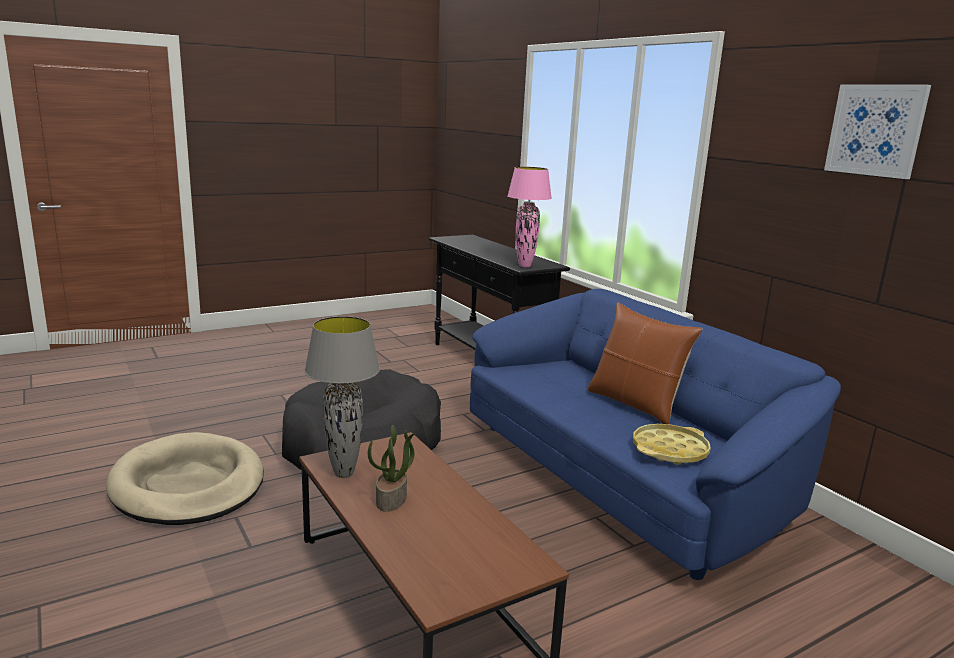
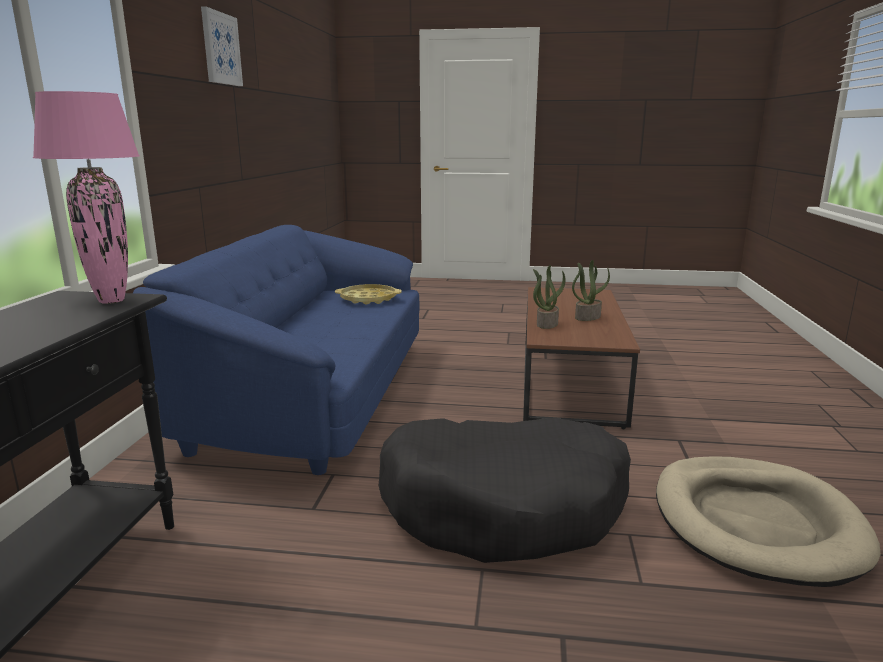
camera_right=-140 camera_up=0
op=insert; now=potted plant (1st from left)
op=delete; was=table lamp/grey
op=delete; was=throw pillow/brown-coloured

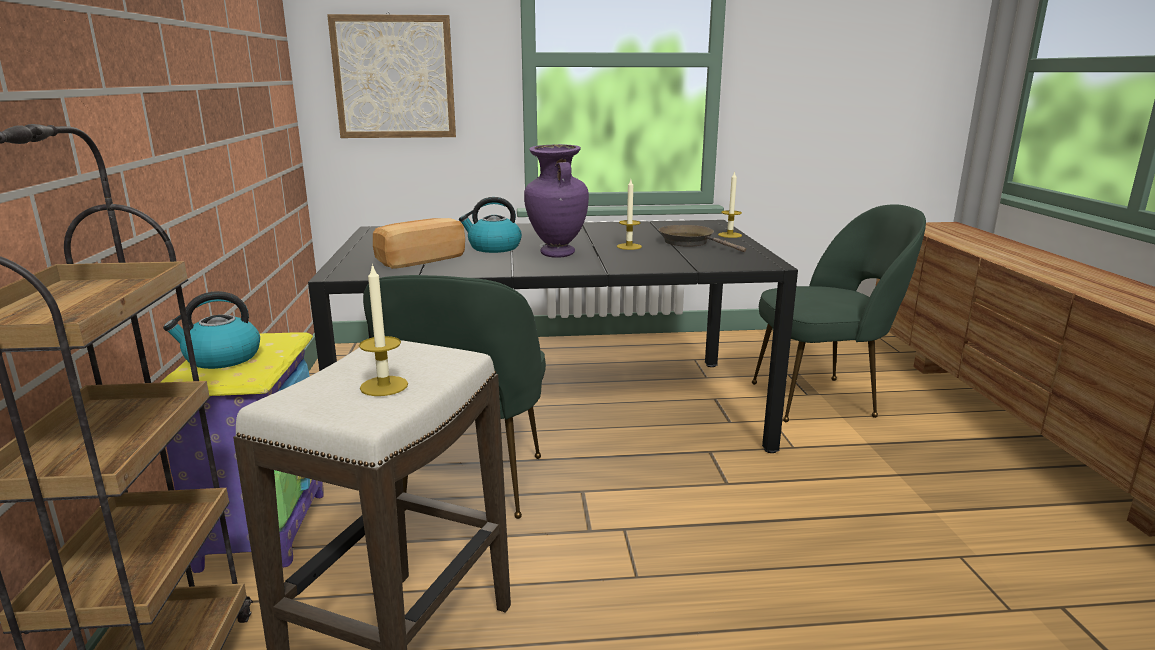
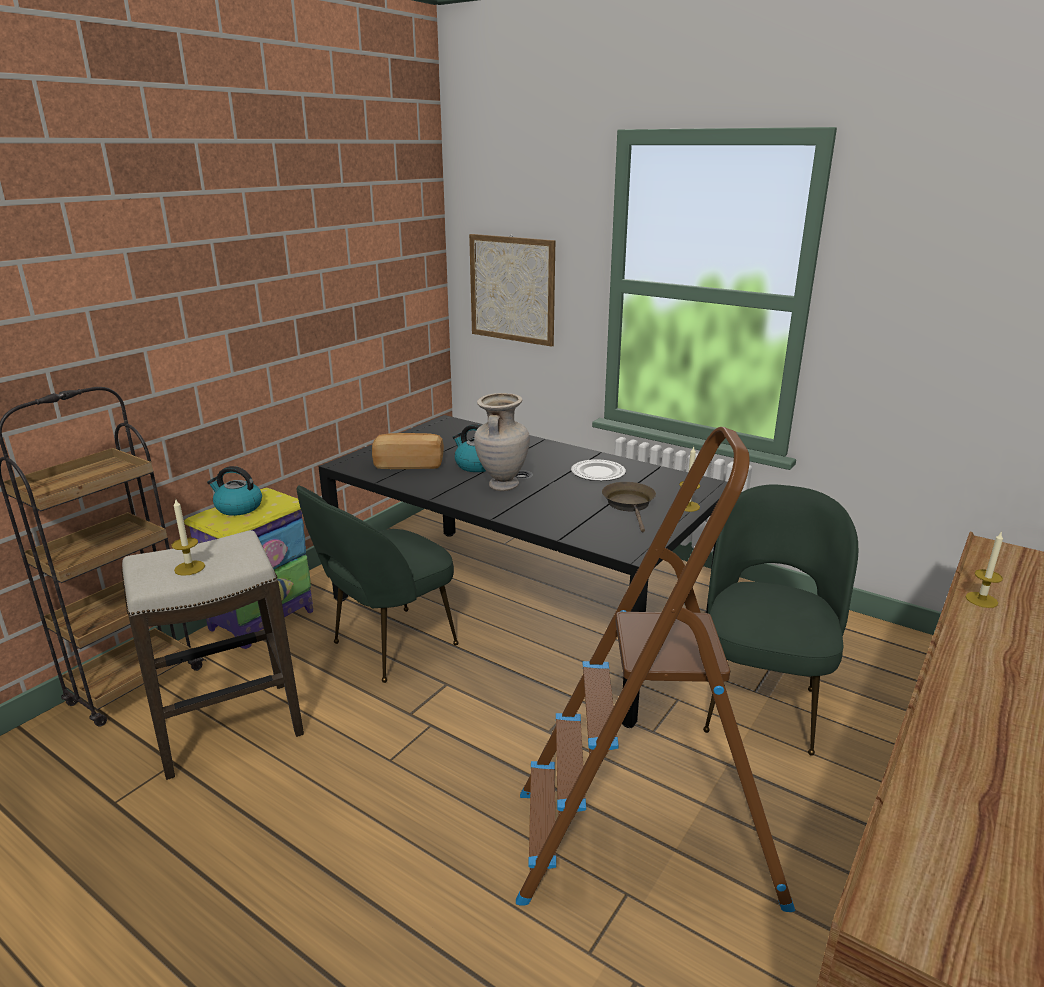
camera_right=40 camera_up=5
op=recolor; was=flower vase/purple-coloured; now=flower vase/sand-coloured
op=insert; now=step ladder/brown-coloured
op=insert; now=plate
op=rotate; was=upright chair/green (2nd from left); clockwise=-105
op=move; was=wax light (2nd from left in the first image); now=wax light (3rd from left)

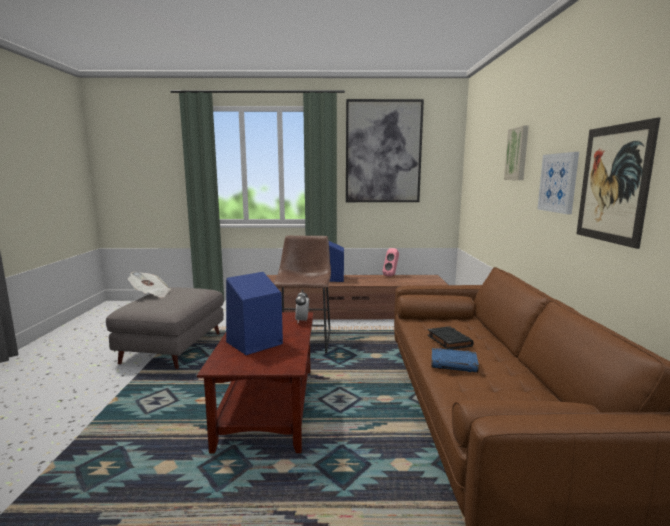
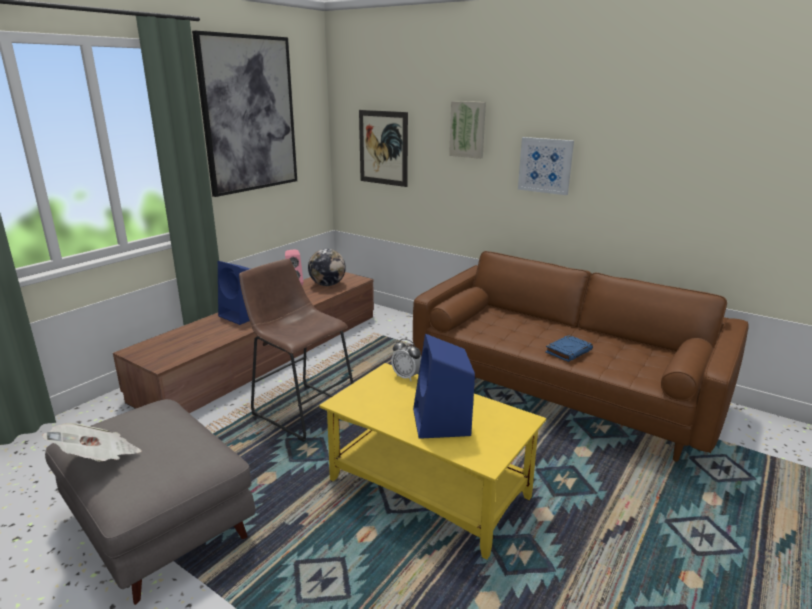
camera_right=-55 camera_up=10
op=insert; now=desk globe
op=recolor; was=low table/brown-coloured; now=low table/yellow-coloured
op=move; was=picture (4th from left in the first image); now=picture (2nd from left)
op=delete; was=book/black

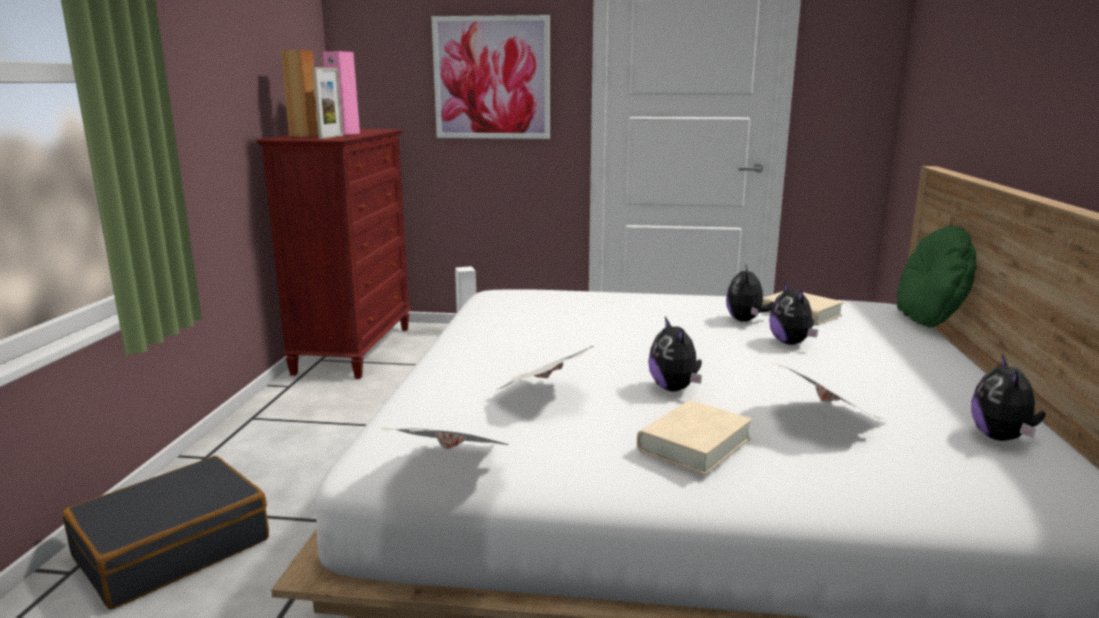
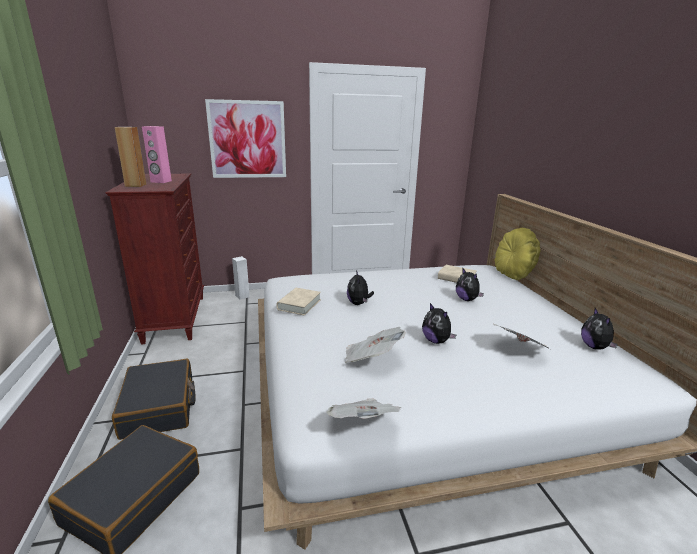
camera_right=-20 camera_up=5
op=insert; now=travel case/black (2nd from left)
op=move; was=book/sand-coloured (1st from left)
op=move; was=plush toy (2nd from left in the first image); now=plush toy (1st from left)
op=recolor; was=throw pillow/green; now=throw pillow/yellow-coloured
op=delete; was=picture frame

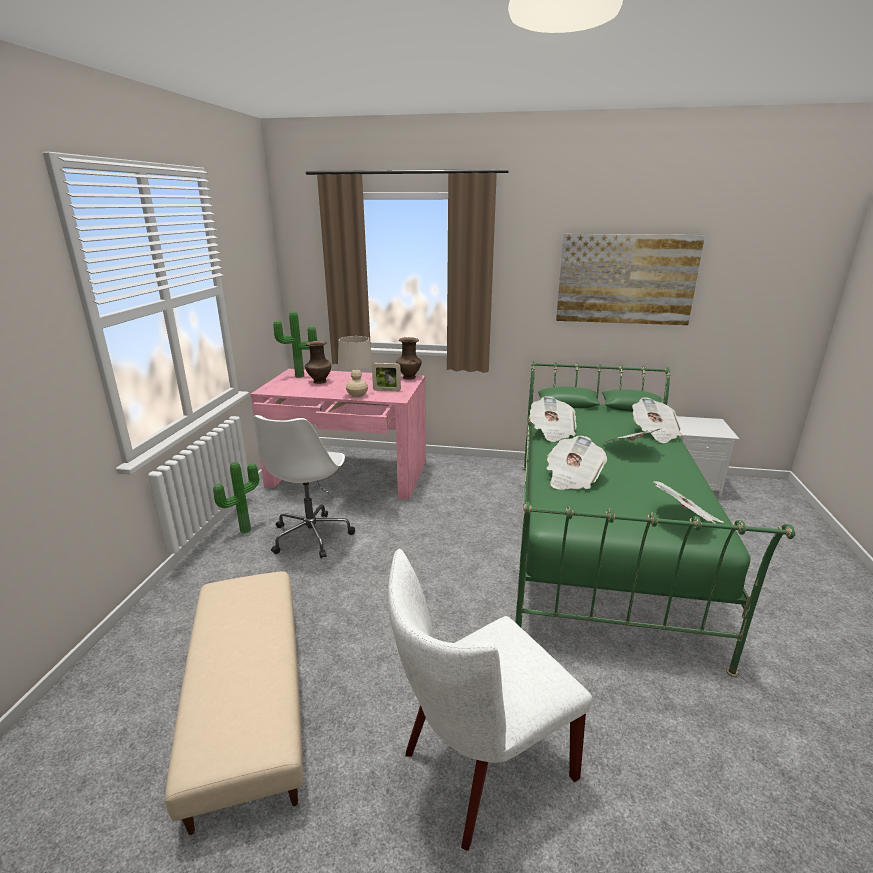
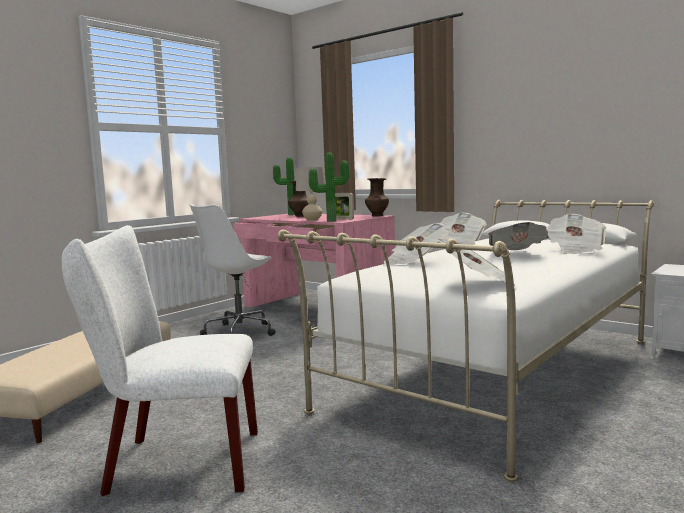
camera_right=30 camera_up=-15
op=recolor; was=bed/green; now=bed/white-coloured
op=move; was=potted plant (1st from left in the first image); now=potted plant (2nd from left)
op=delete; was=picture

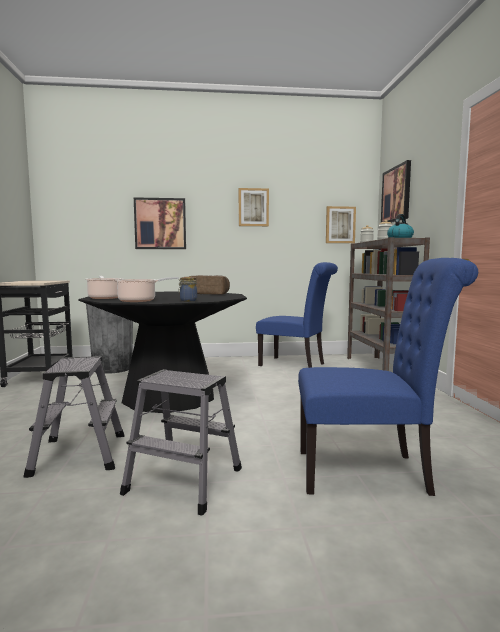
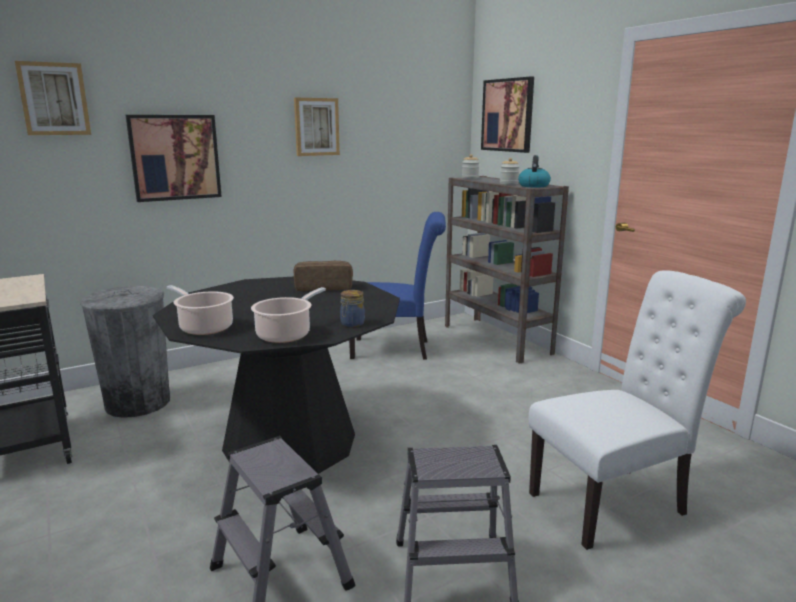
camera_right=-25 camera_up=10
op=move; was=picture (3rd from left in the first image); now=picture (1st from left)
op=recolor; was=upright chair/bluish (2nd from left); now=upright chair/white-coloured

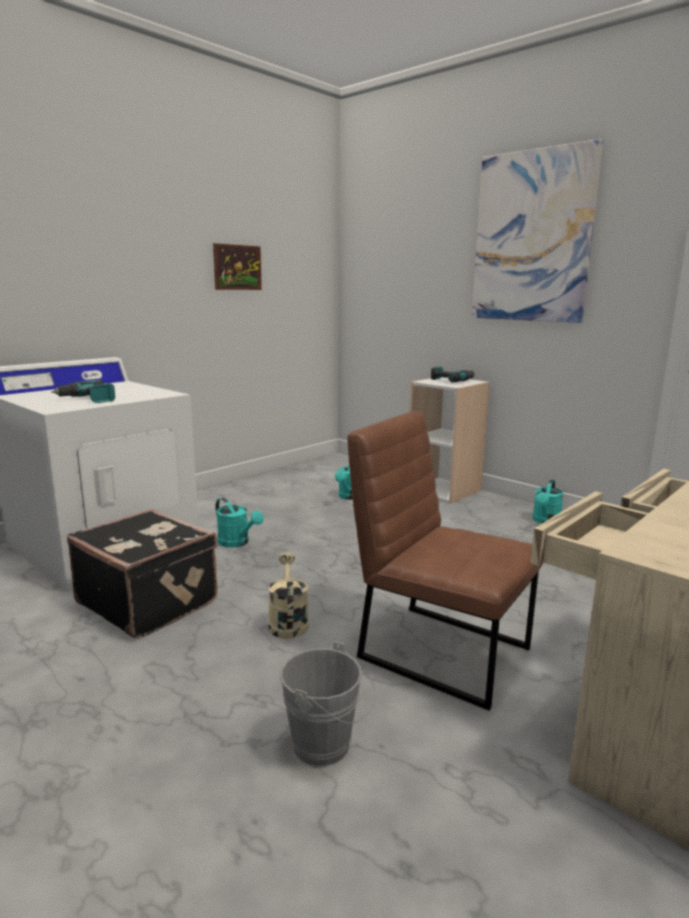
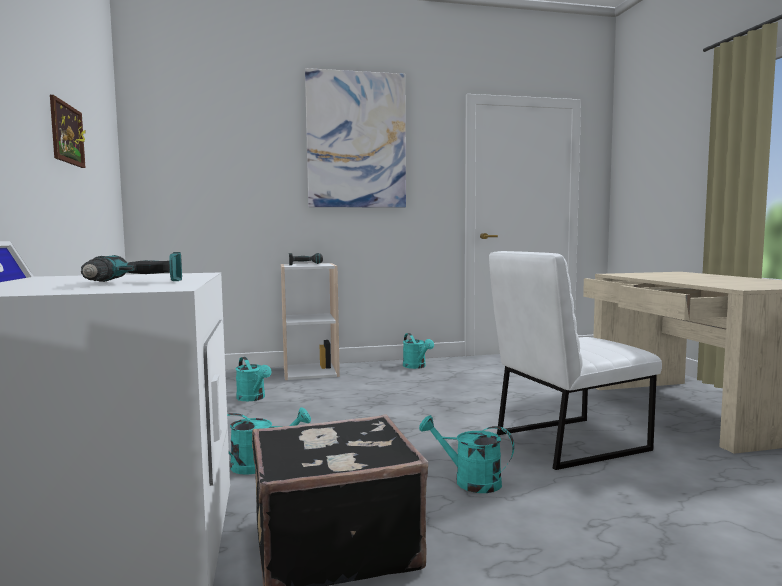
camera_right=-55 camera_up=-10
op=recolor; was=sprinkling can/sand-coloured; now=sprinkling can/turquoise-coloured (4th from left)
op=recolor; was=upright chair/brown-coloured; now=upright chair/white-coloured
op=delete; was=bucket/grey

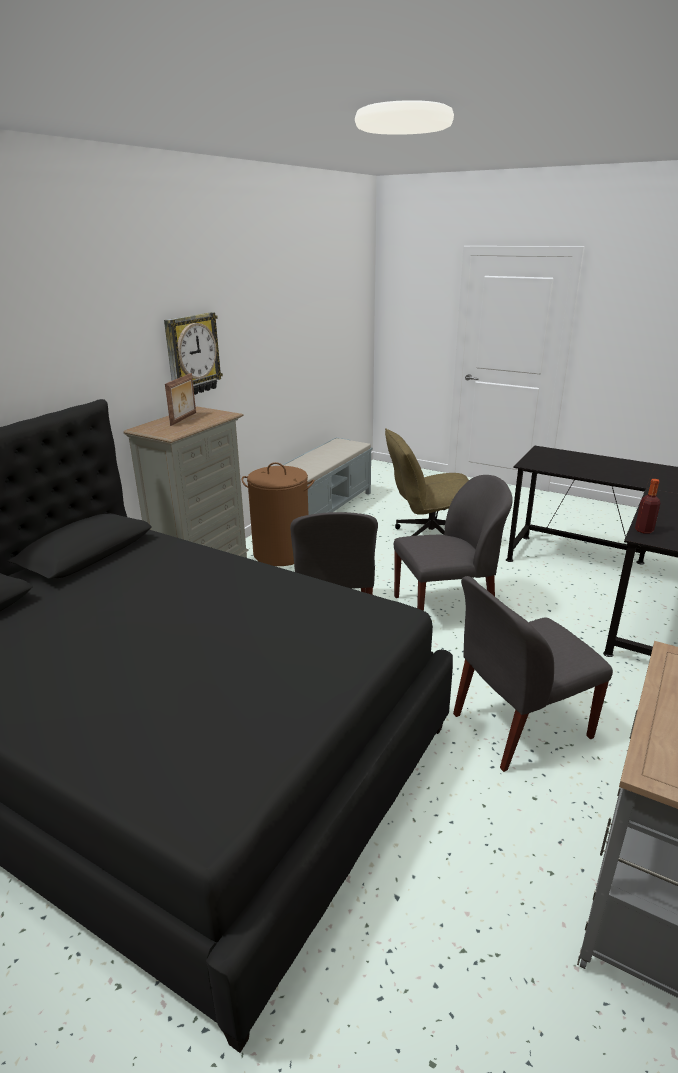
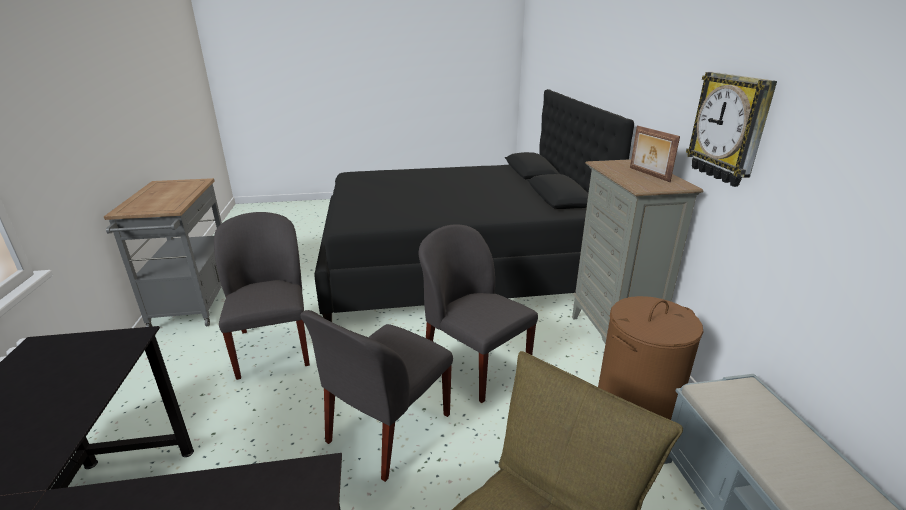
camera_right=140 camera_up=0
op=rotate; was=upright chair/grey (3rd from left in the first image); clockwise=-45
op=delete; was=bottle

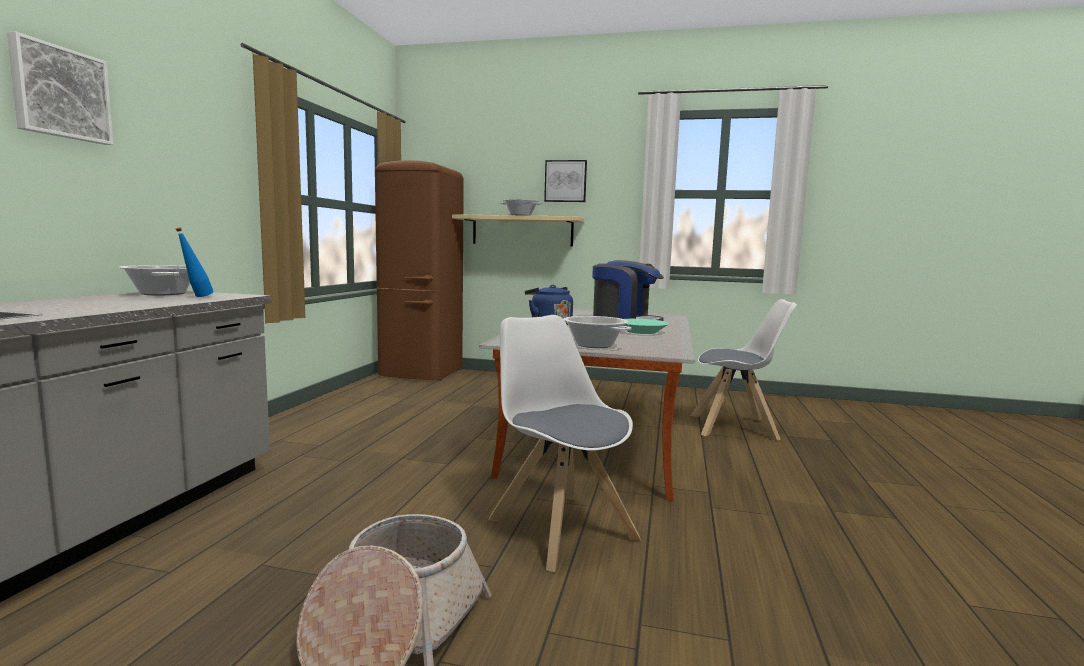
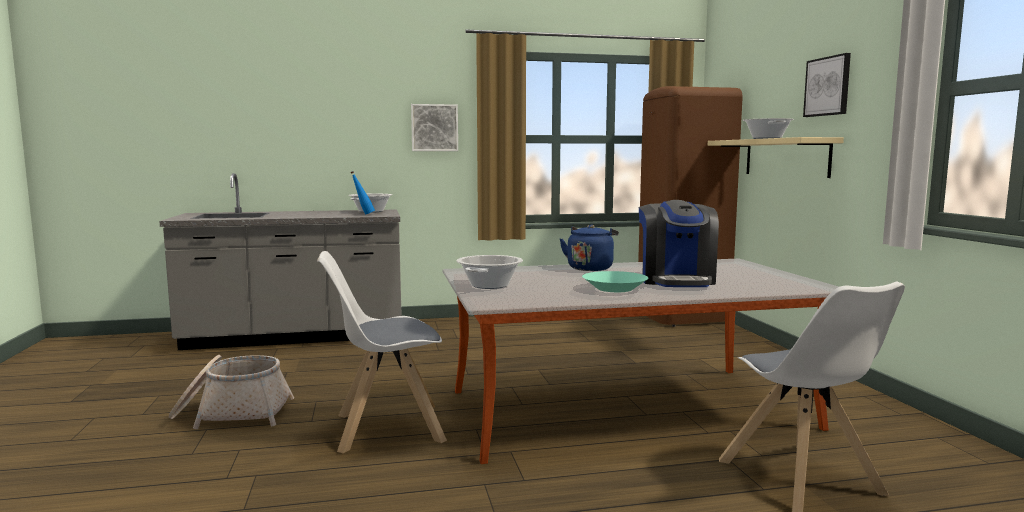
camera_right=65 camera_up=0
op=rotate; was=upright chair (1st from left); clockwise=-135
op=move; was=picture (1st from left)

